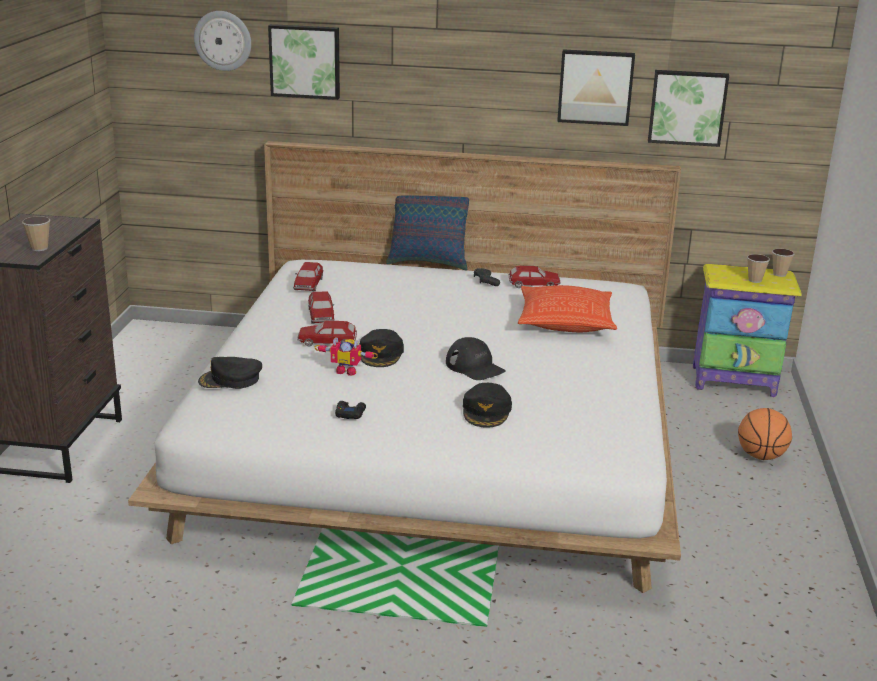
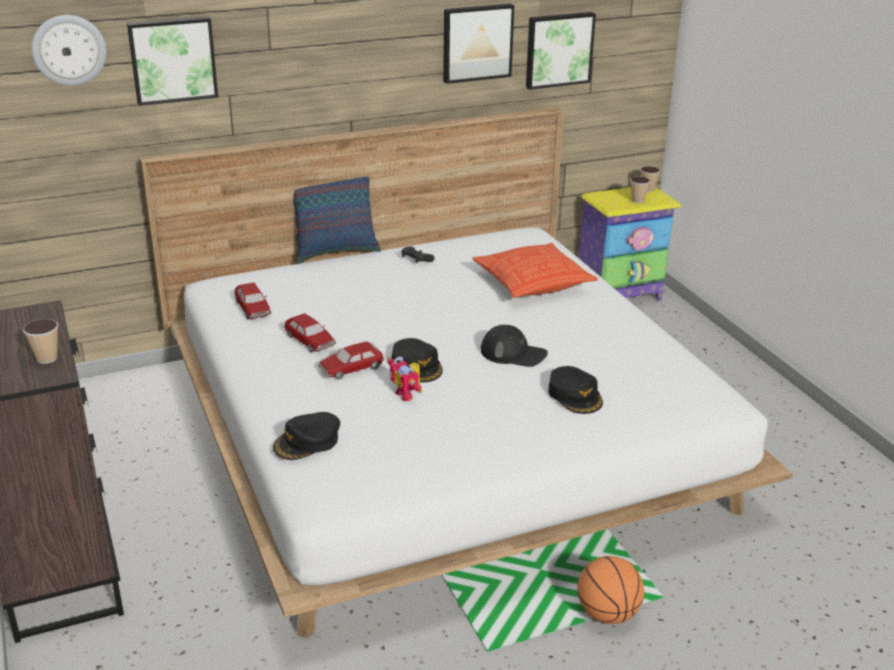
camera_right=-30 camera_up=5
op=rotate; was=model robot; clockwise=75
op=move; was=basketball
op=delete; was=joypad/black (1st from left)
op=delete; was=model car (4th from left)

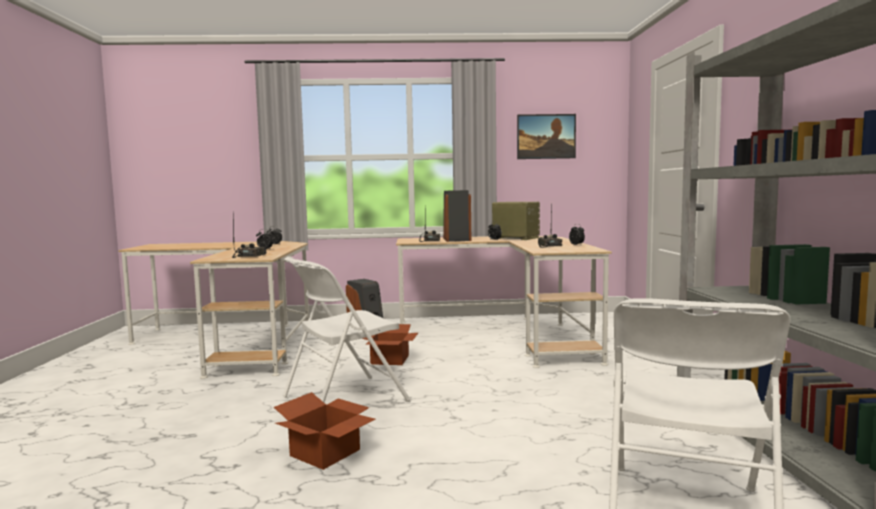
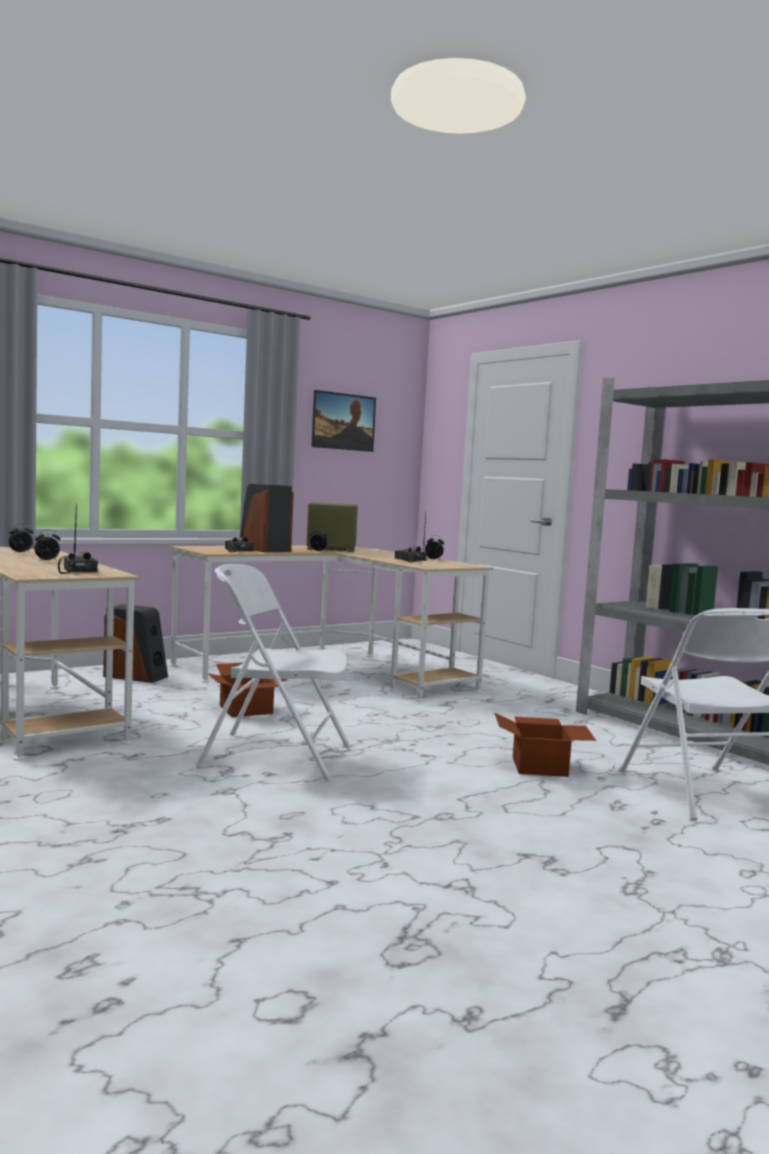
camera_right=-35 camera_up=0
op=rotate; was=upright chair/white-coloured (1st from left); clockwise=75
op=move; was=carton (1st from left in the first image); now=carton (2nd from left)

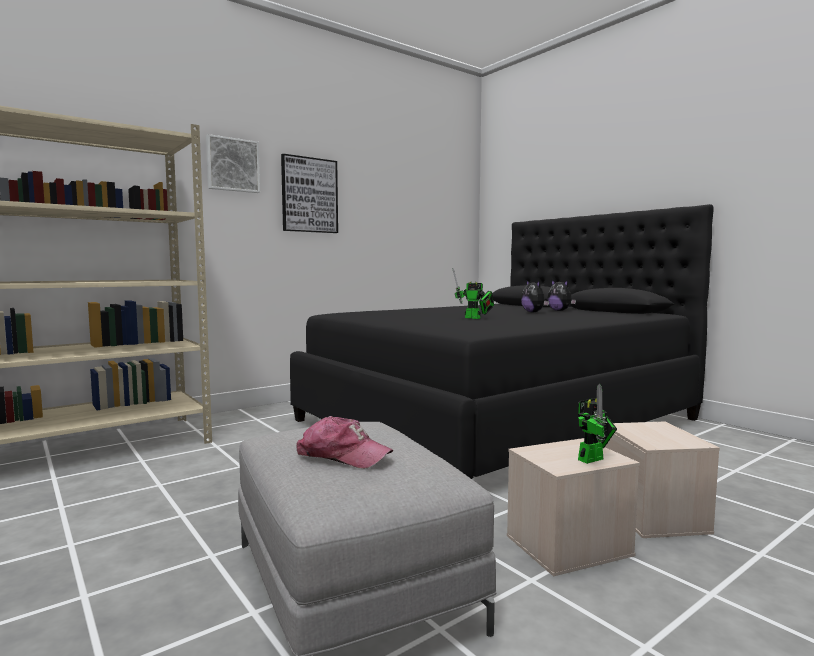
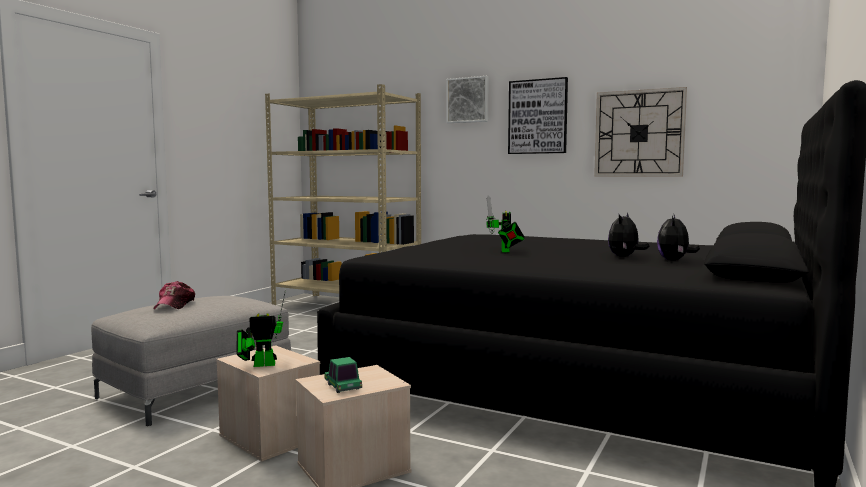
camera_right=65 camera_up=0
op=rotate; was=model robot (2nd from left in the first image); clockwise=135
op=insert; now=model car
op=insert; now=wall clock

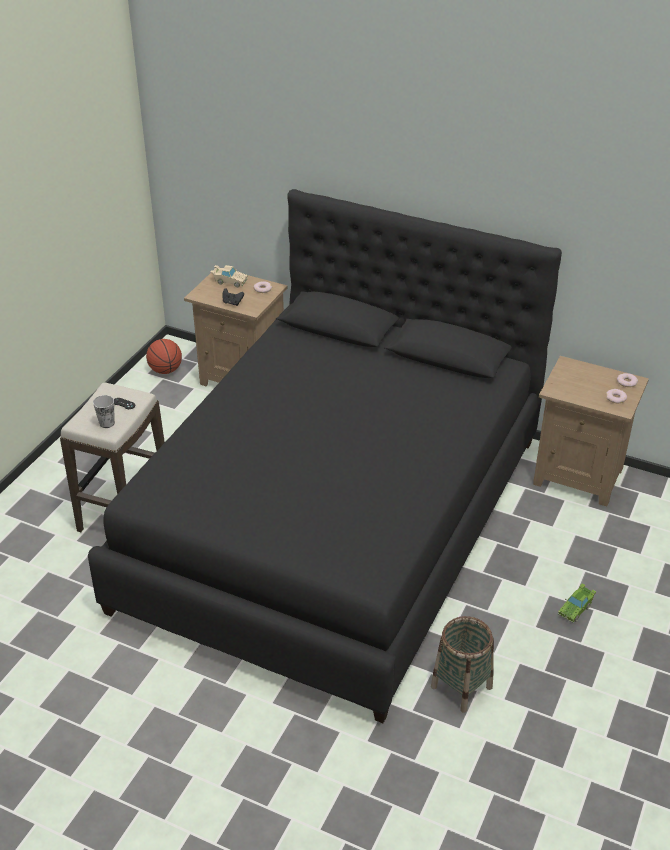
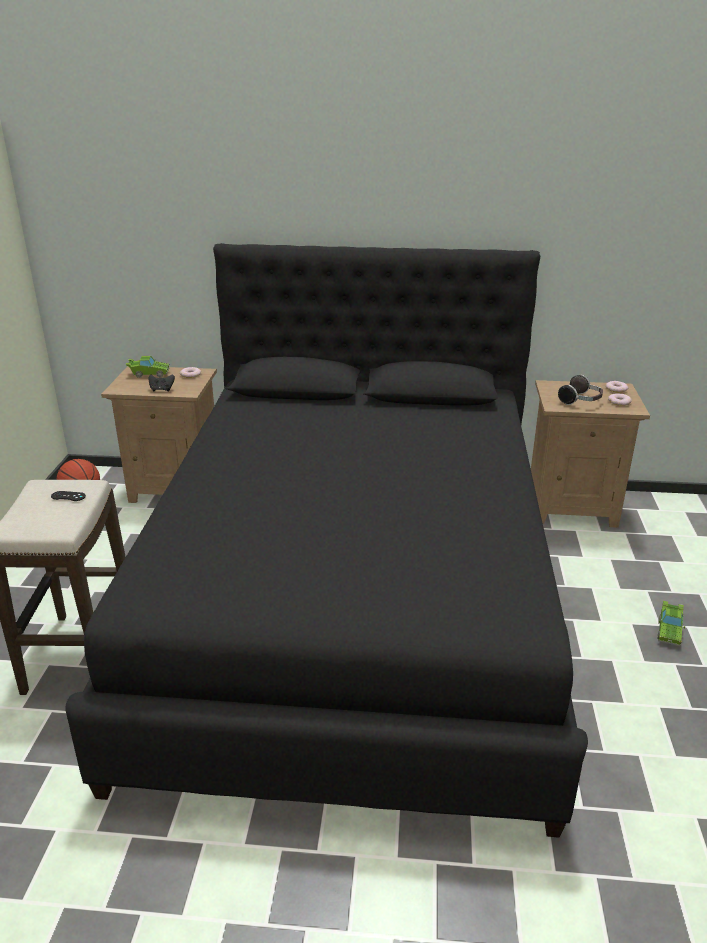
camera_right=-20 camera_up=-10
op=recolor; was=model car/sand-coloured; now=model car/green (1st from left)
op=insert; now=headphones
op=delete; was=drinking cup
op=delete; was=storage basket

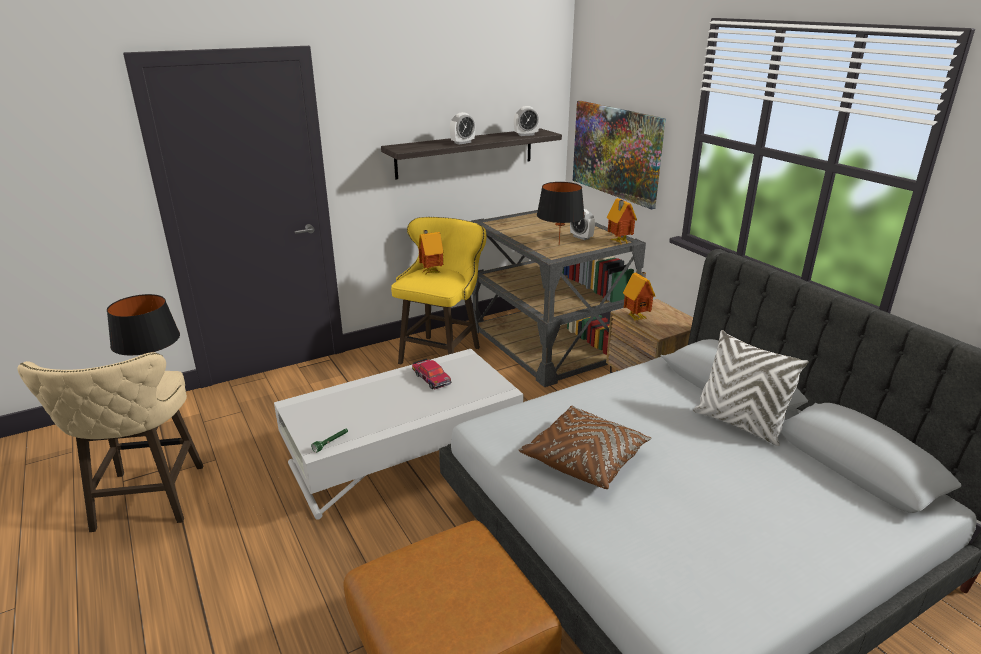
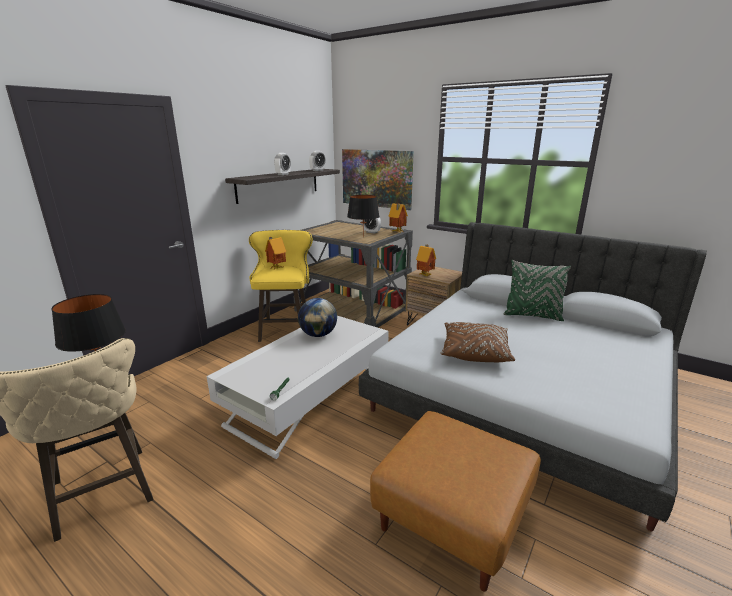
camera_right=-25 camera_up=-5
op=replace; was=model car; now=desk globe
op=recolor; was=throw pillow/white-coloured; now=throw pillow/green

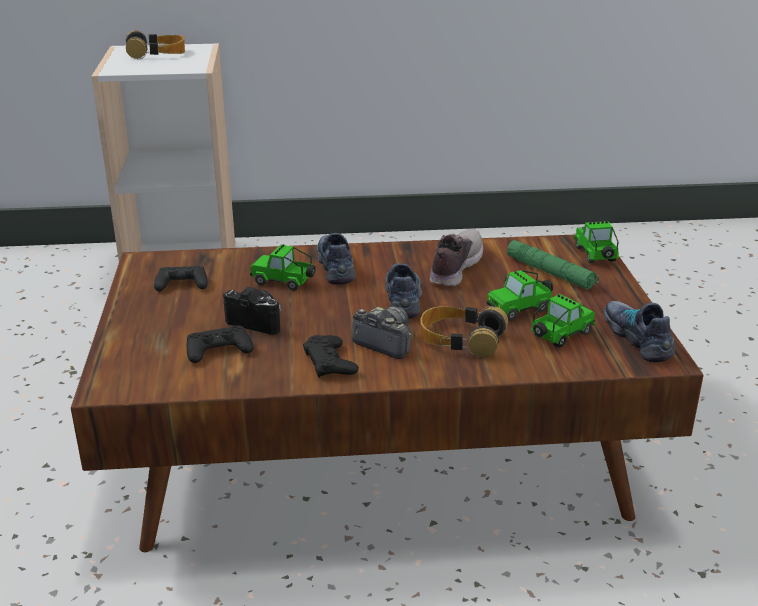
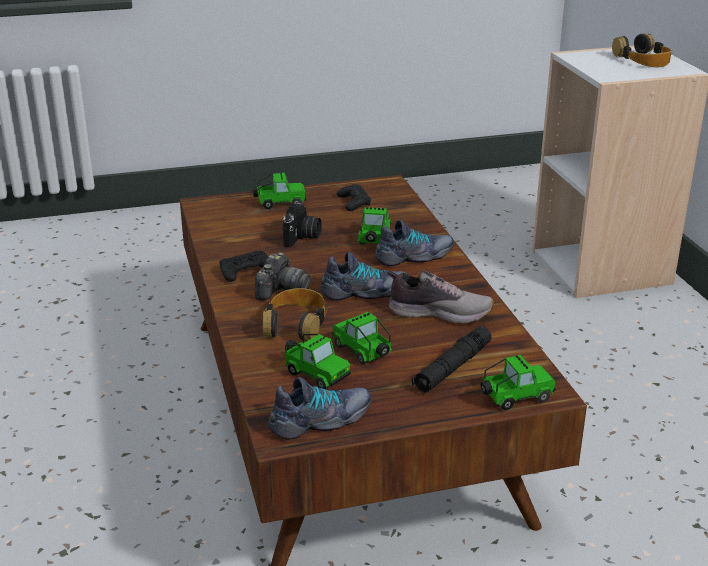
camera_right=80 camera_up=0
op=insert; now=model car (1st from left)
op=recolor; was=flashlight/green; now=flashlight/black
op=delete; was=joypad/black (2nd from left)

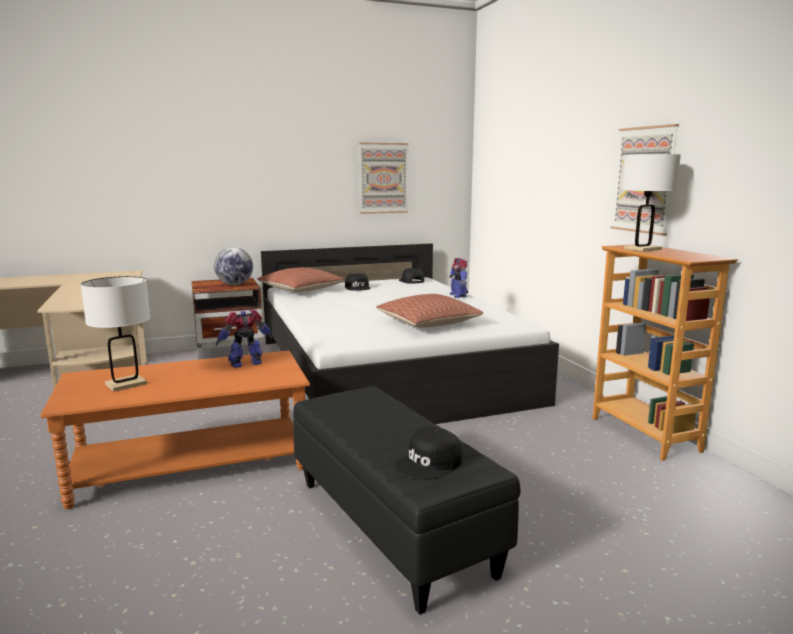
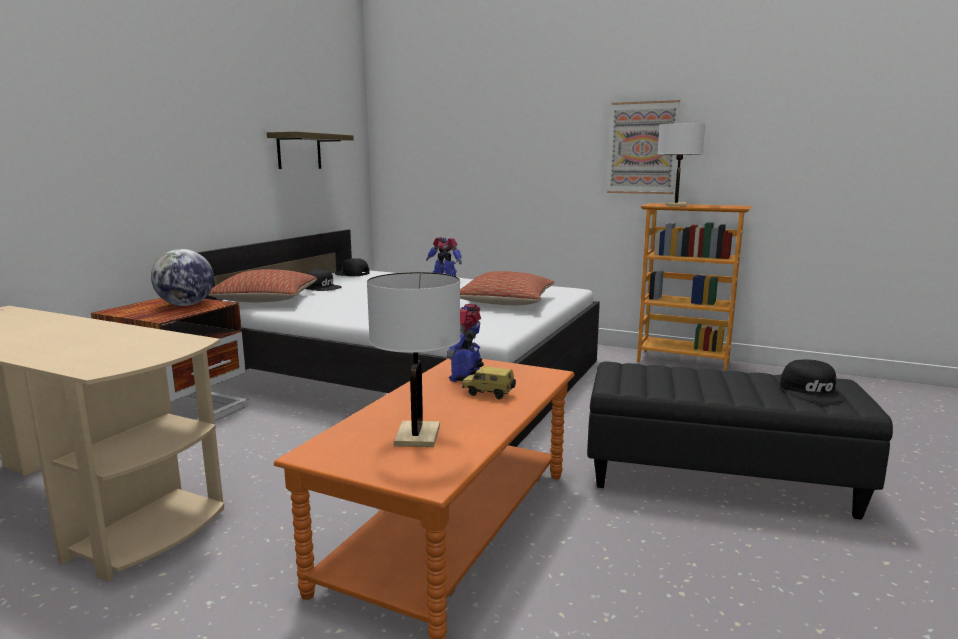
camera_right=-45 camera_up=0
op=replace; was=picture (1st from left); now=wall shelf
op=insert; now=model car

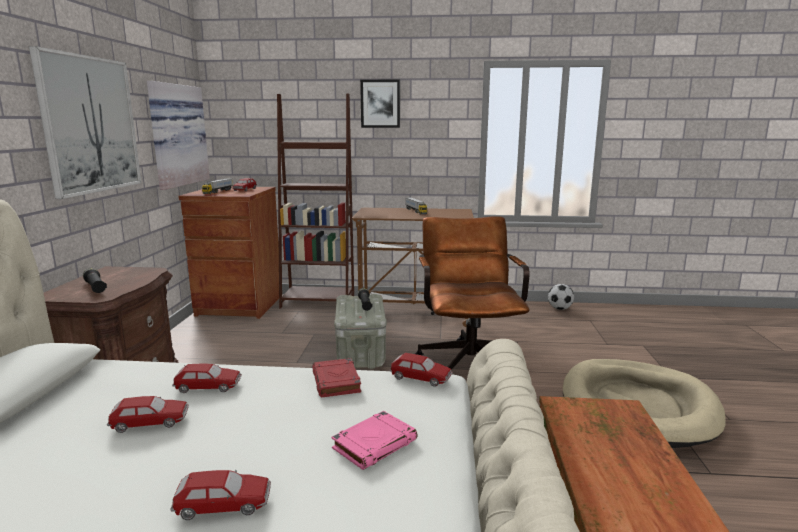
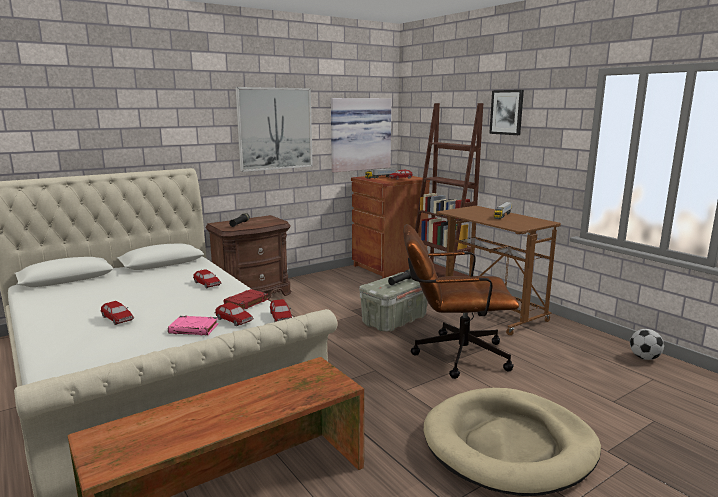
camera_right=50 camera_up=0
op=move; was=model car (1st from left in the first image); now=model car (3rd from left)
op=rotate; was=computer chair/brown-coloured; clockwise=-135

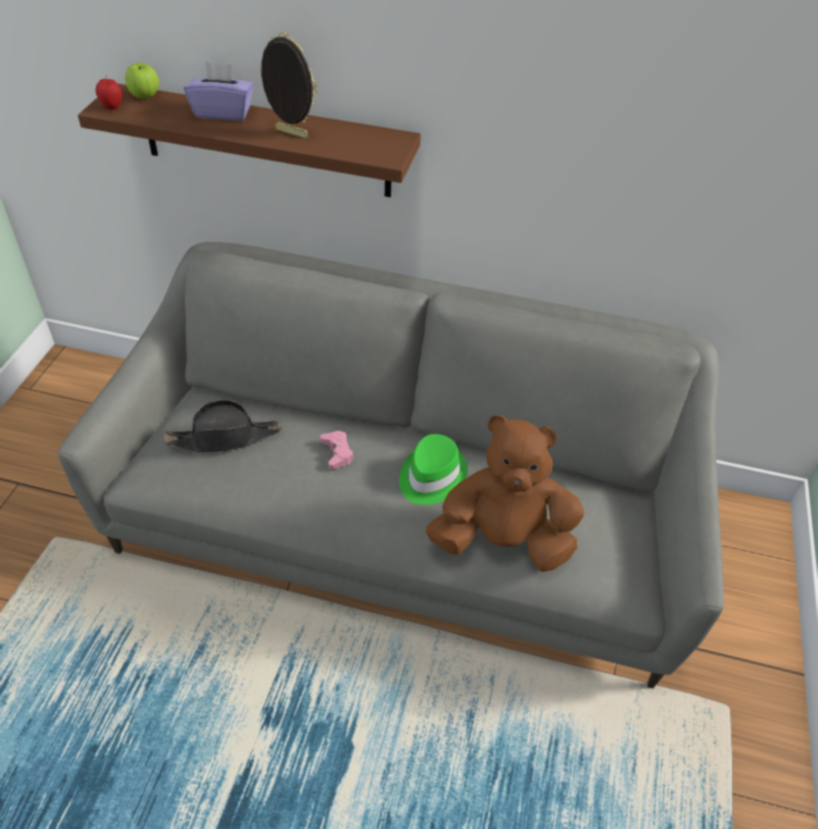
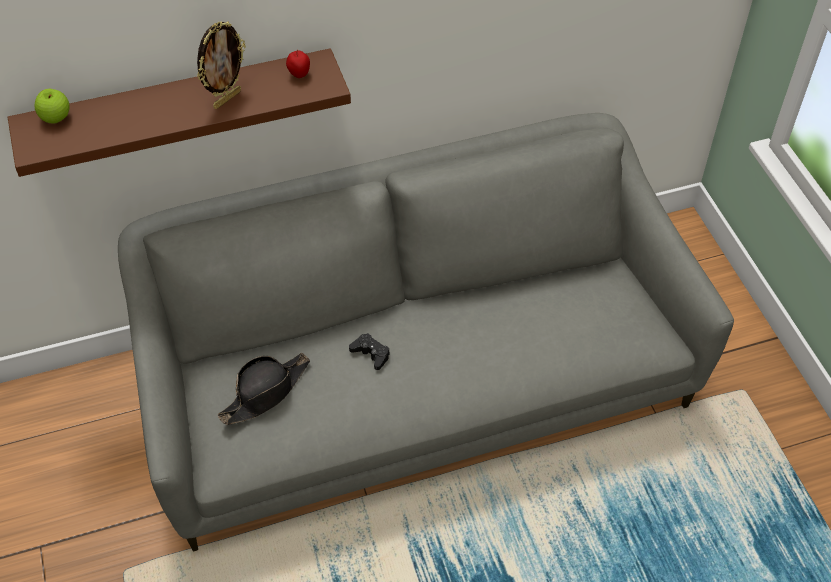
camera_right=-30 camera_up=5
op=rotate; was=picture frame; clockwise=135
op=move; was=apple (1st from left in the first image); now=apple (2nd from left)
op=recolor; was=joypad/pinkish; now=joypad/black
op=delete; was=tissue box/purple-coloured
op=delete; was=clothing hat/green
op=delete; was=plush toy/brown-coloured

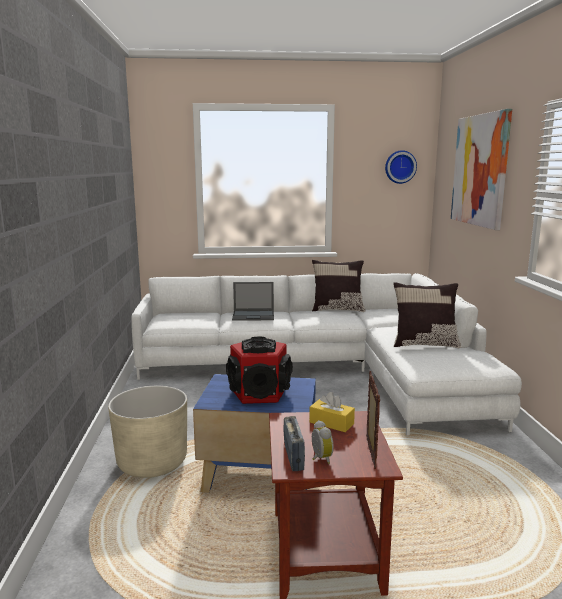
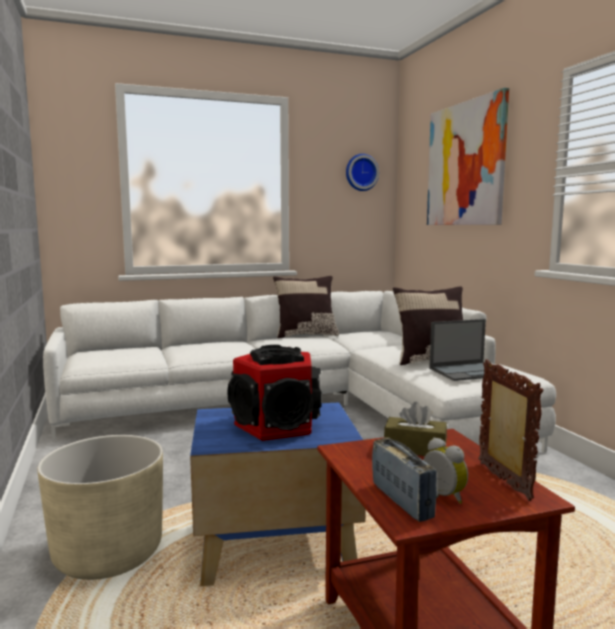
camera_right=-15 camera_up=-5
op=recolor; was=tissue box/yellow-coloured; now=tissue box/brown-coloured
op=move; was=portable computer

